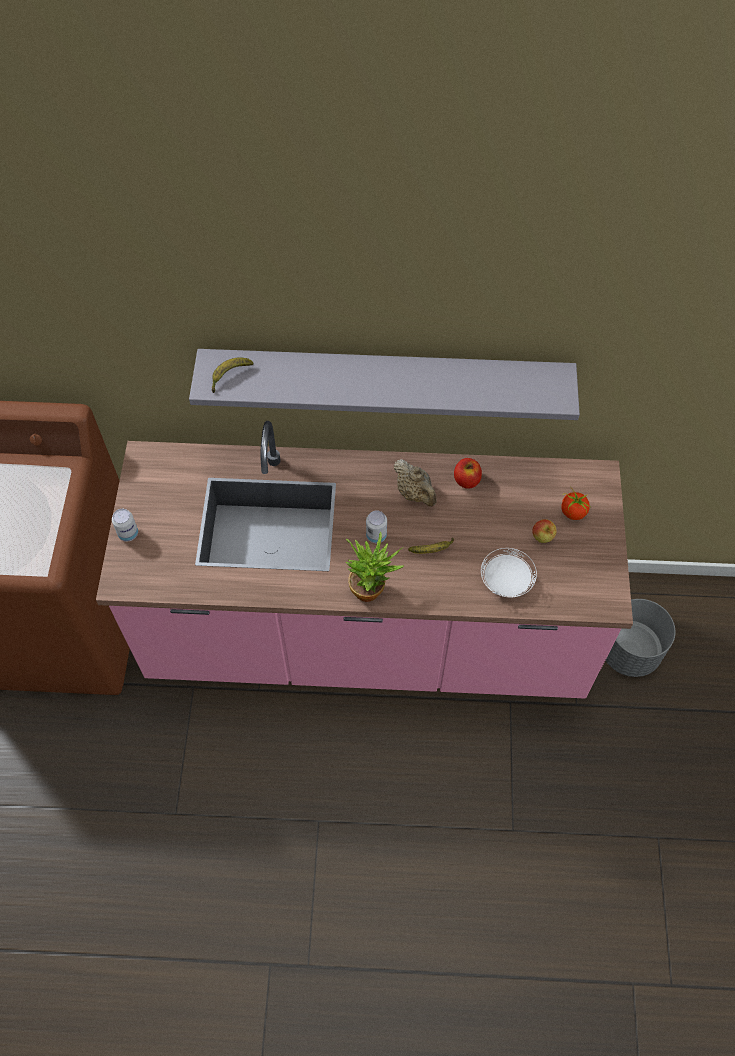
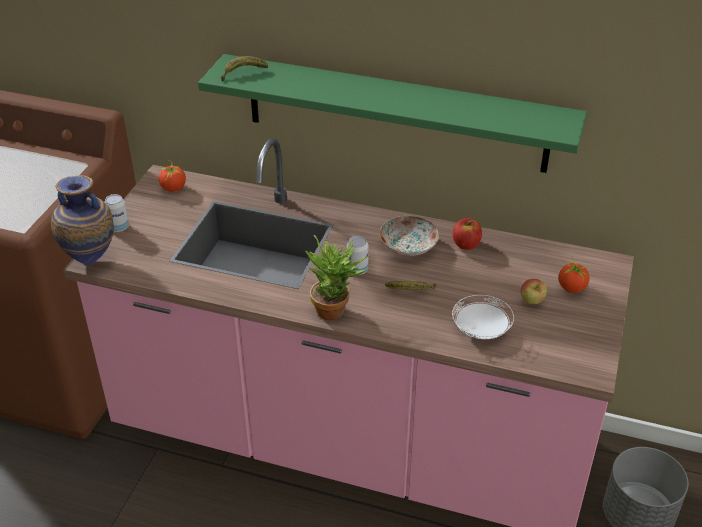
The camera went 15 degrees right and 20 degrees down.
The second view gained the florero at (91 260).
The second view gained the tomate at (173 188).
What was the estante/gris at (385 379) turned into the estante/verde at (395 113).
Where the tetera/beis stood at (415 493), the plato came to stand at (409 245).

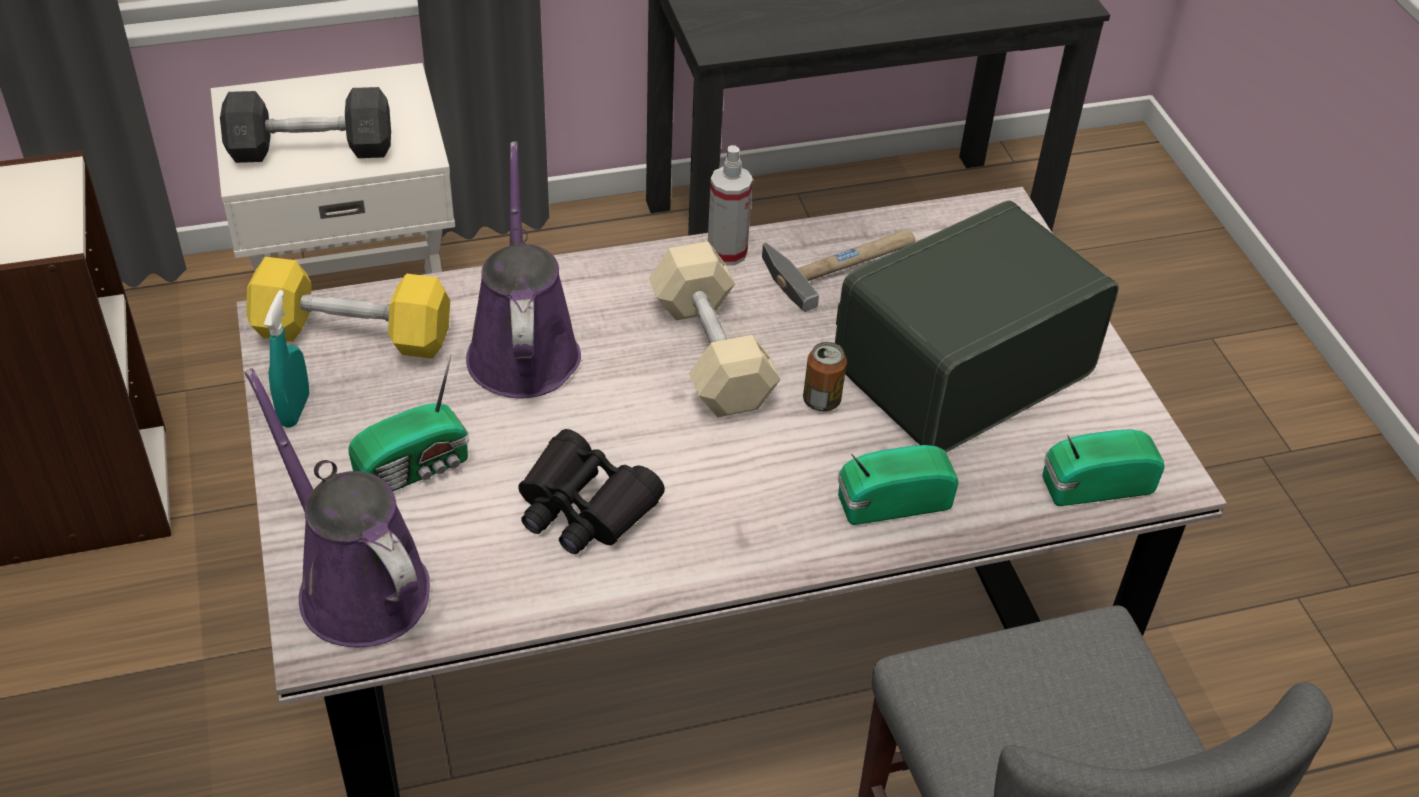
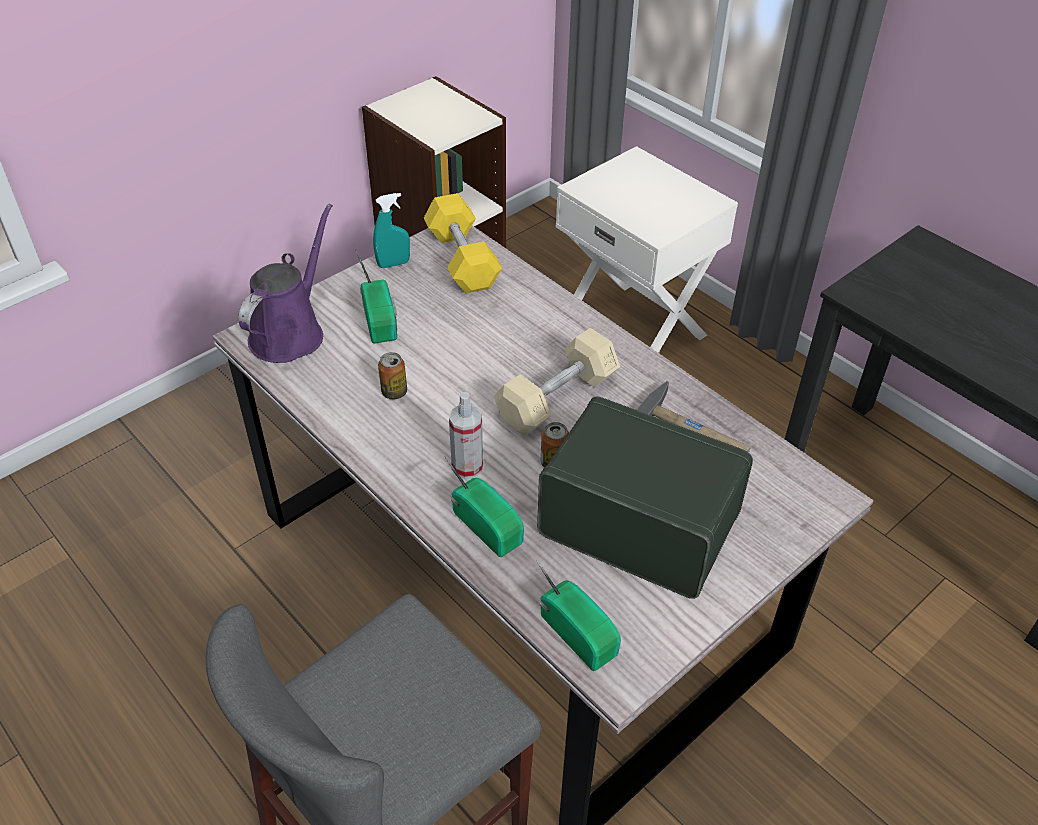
The camera went 65 degrees right and 0 degrees up.
The radio at (416 468) ended up facing another way, 135 degrees counterclockwise from before.
Where the prismáticos/negro stood at (584 507), the lata came to stand at (394 392).
The pulverizador ended up elsewhere, having gone from (727 252) to (467 467).
The second view lost the mancuerna/gris at (311 149).
The second view lost the regadera/morado at (523 348).

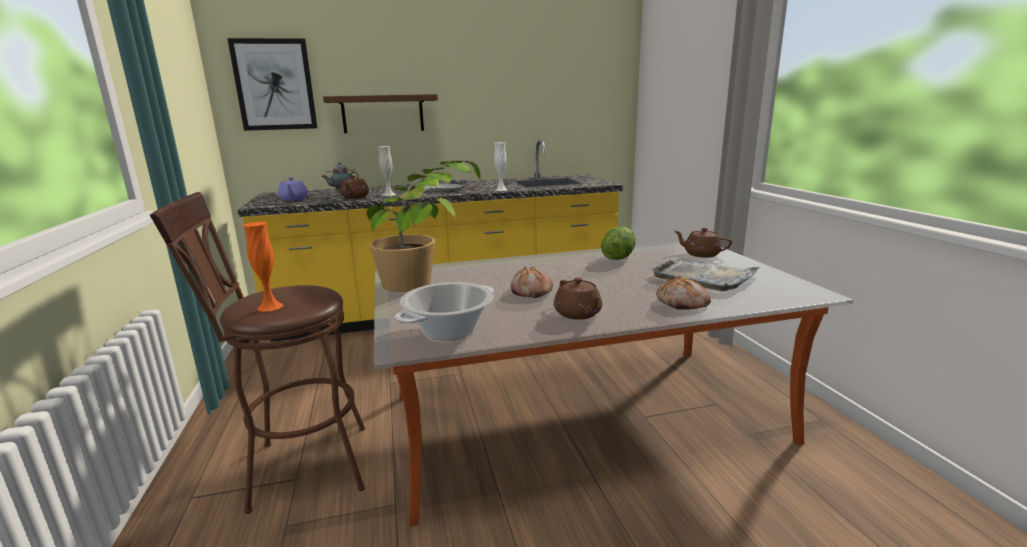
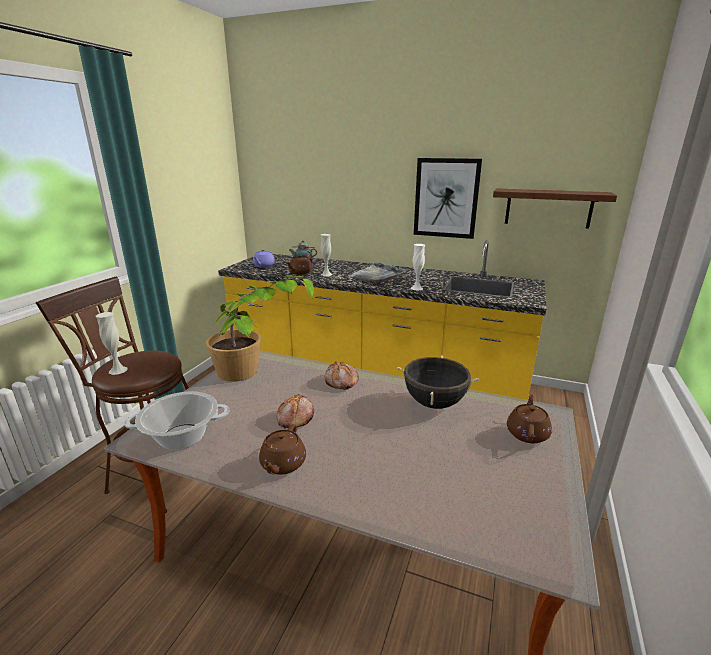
The camera went 35 degrees right and 5 degrees up.
What was the florero/naranja at (270 307) turned into the florero/blanco at (118 370).
The pan ended up elsewhere, having gone from (683 303) to (340 382).
Where the lechuga stood at (618 257), the olla/negro came to stand at (434 403).
The cuadro ended up elsewhere, having gone from (274 85) to (446 198).
The estante/marrón ended up elsewhere, having gone from (383 114) to (548 208).
The tetera/marrón at (701 254) ended up facing another way, 45 degrees clockwise from before.
The second view lost the bandeja/gris at (704 277).

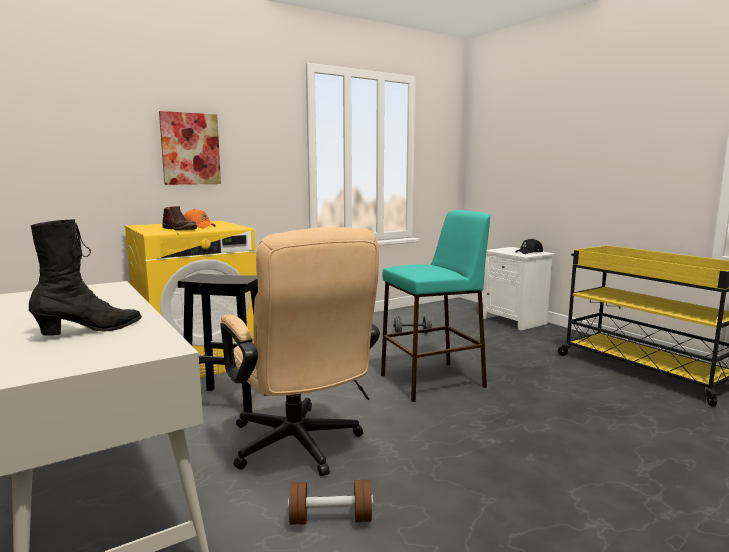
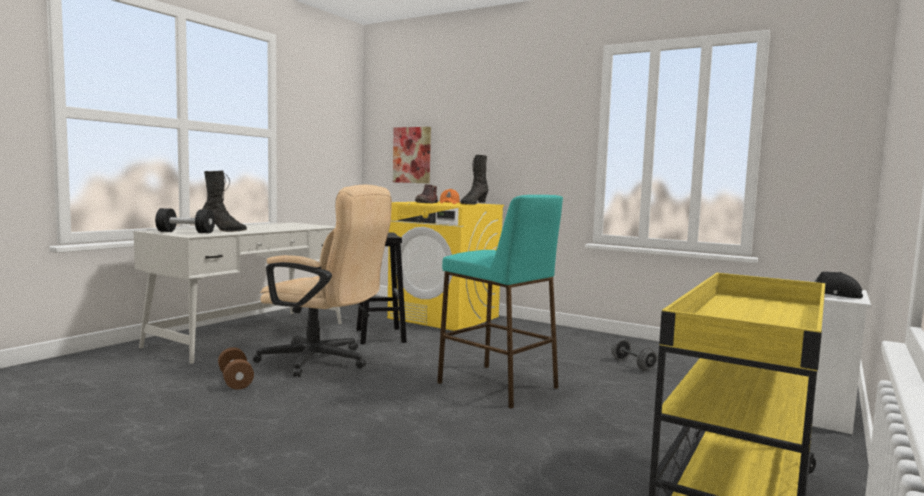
The camera went 65 degrees right and 5 degrees down.
The second view gained the mancuerna/negro at (185 232).
The silla de oficina/beis at (300 448) ended up facing another way, 105 degrees counterclockwise from before.
The cuadro ended up elsewhere, having gone from (190 149) to (412 155).
The second view gained the bota/negro at (473 204).

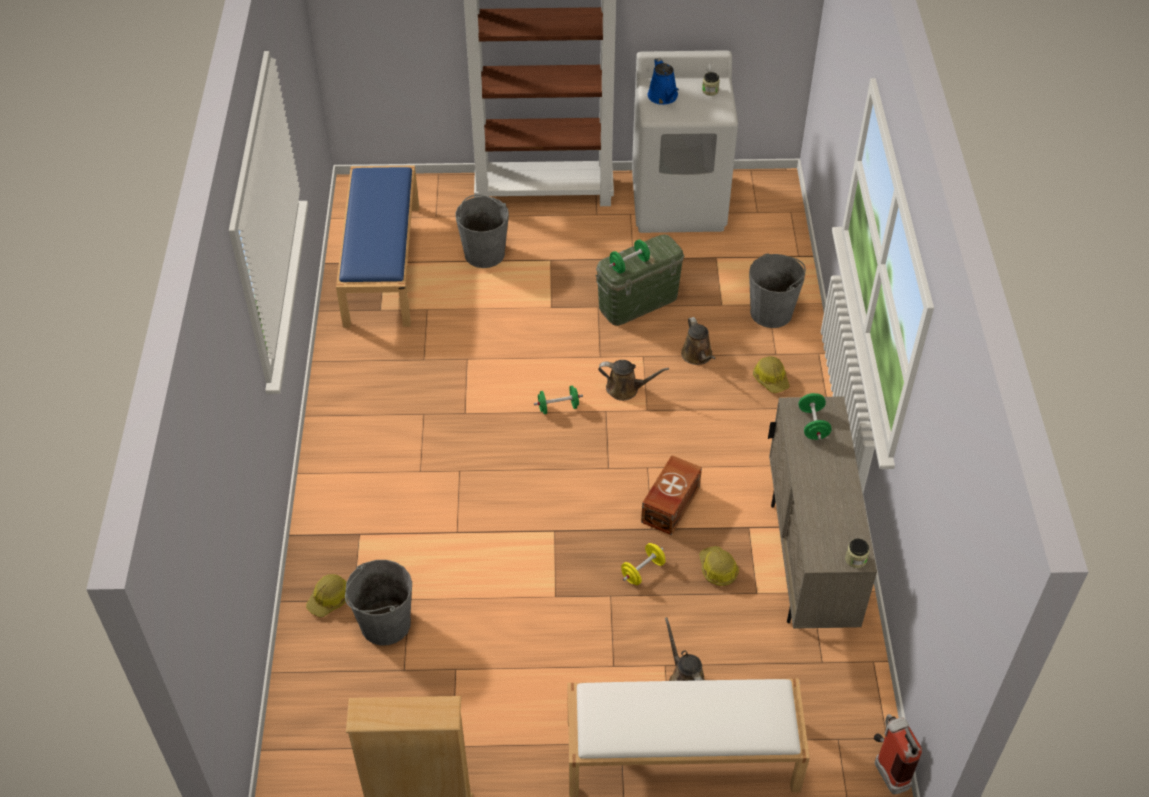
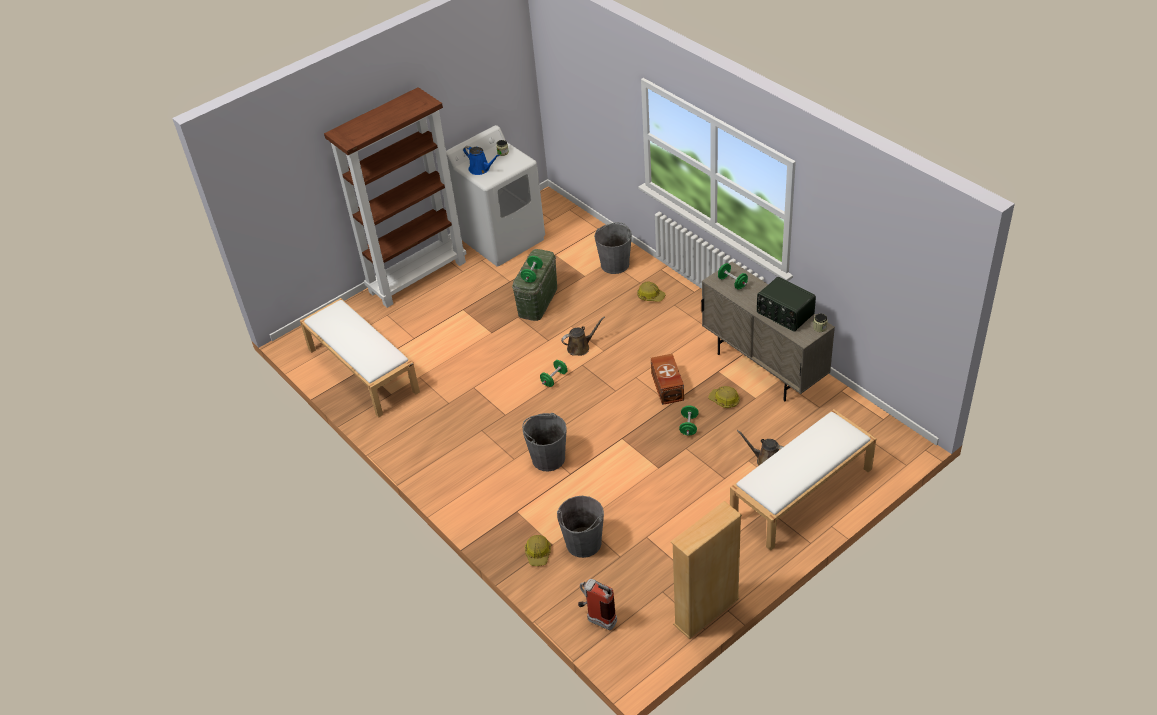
The camera went 35 degrees left and 5 degrees down.
What was the banco/azul at (381 263) turned into the banco/blanco at (362 370).
The cubo/gris ended up elsewhere, having gone from (484 253) to (548 458).
The extintor ended up elsewhere, having gone from (887 768) to (597 619).
What was the mancuerna/amarillo at (642 571) turned into the mancuerna/verde at (689 426).
The second view gained the radio at (784 314).
The second view lost the regadera/marrón at (698 356).

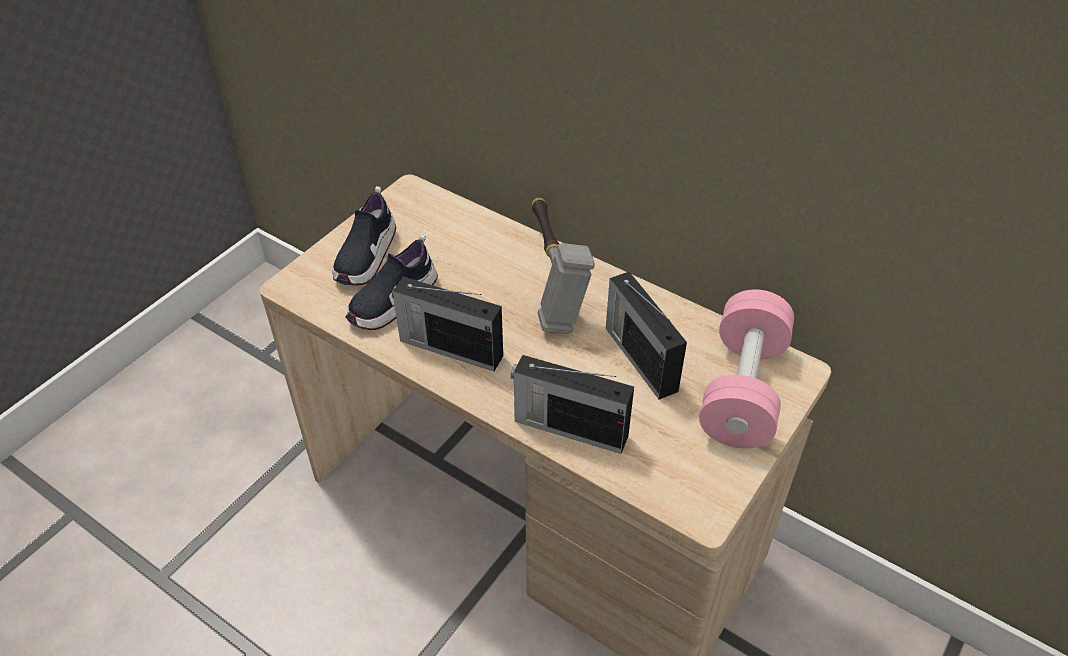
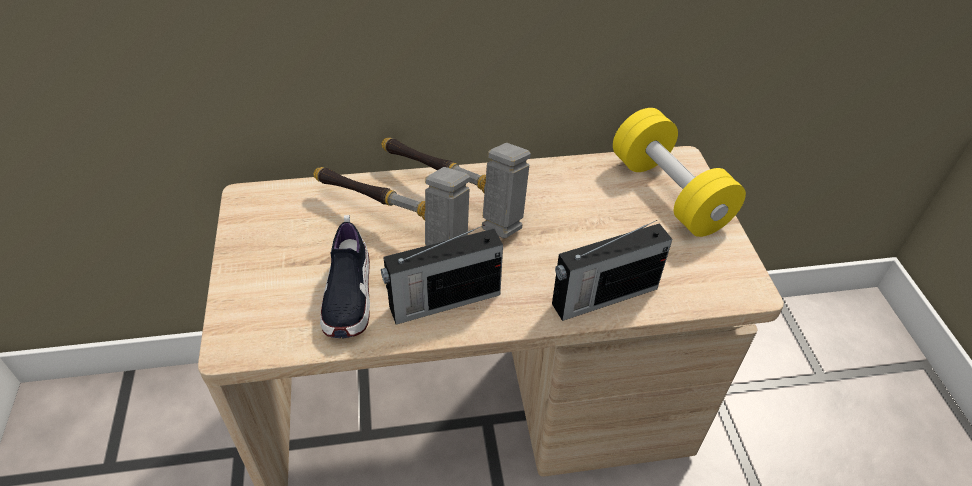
The camera went 45 degrees left and 0 degrees up.
The second view gained the martillo at (394 226).
What was the mancuerna/rosa at (742 390) turned into the mancuerna/amarillo at (669 193).
The second view lost the zapato at (366 257).
The second view lost the radio at (640 357).

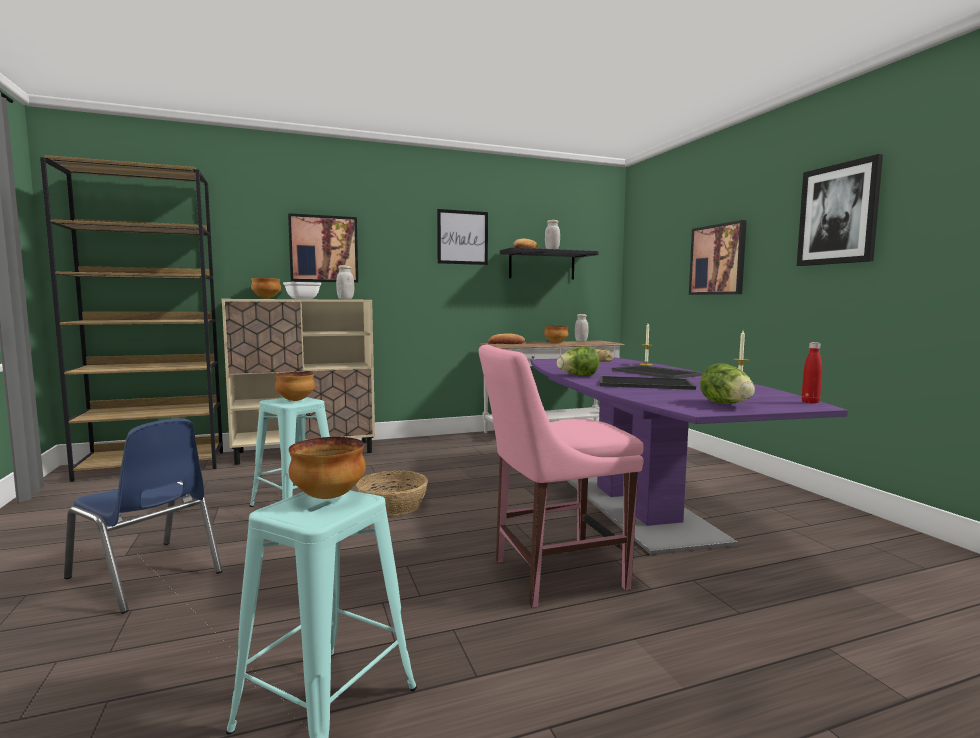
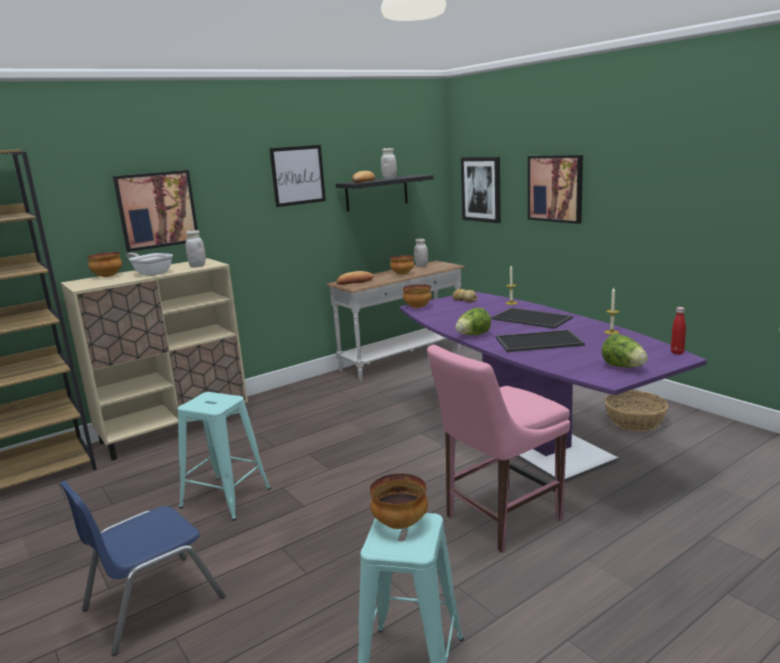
The camera went 15 degrees left and 10 degrees up.
The silla/azul at (146 575) ended up facing another way, 120 degrees clockwise from before.
The cuenco ended up elsewhere, having gone from (295 400) to (418 307).
The cuadro ended up elsewhere, having gone from (838 214) to (481 189).
The cesta ended up elsewhere, having gone from (393 506) to (635 421).

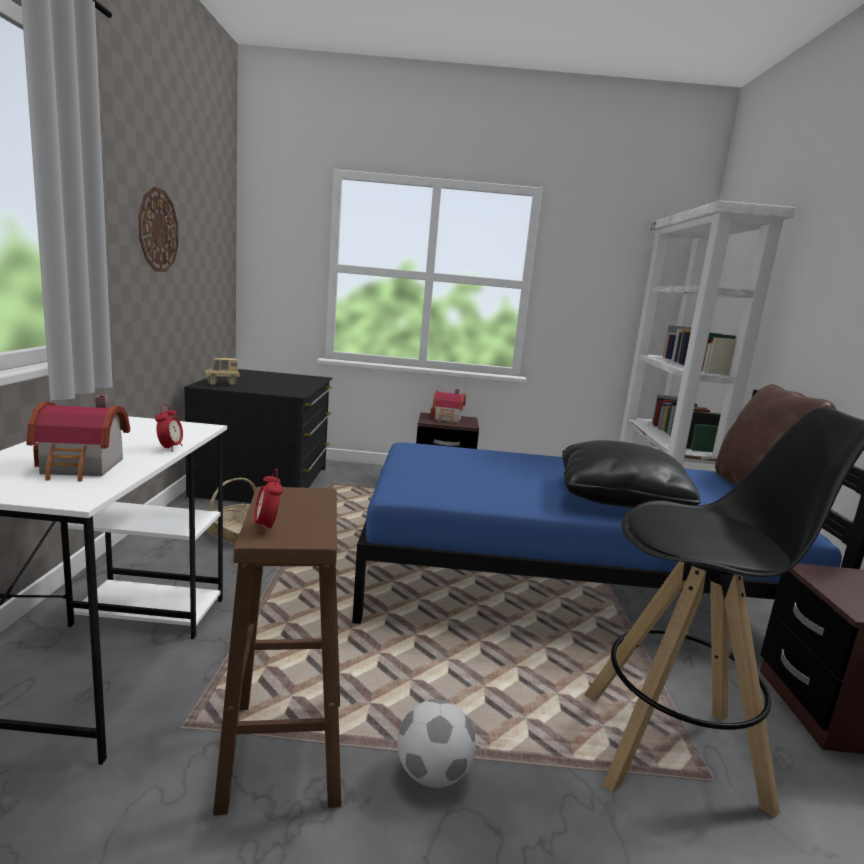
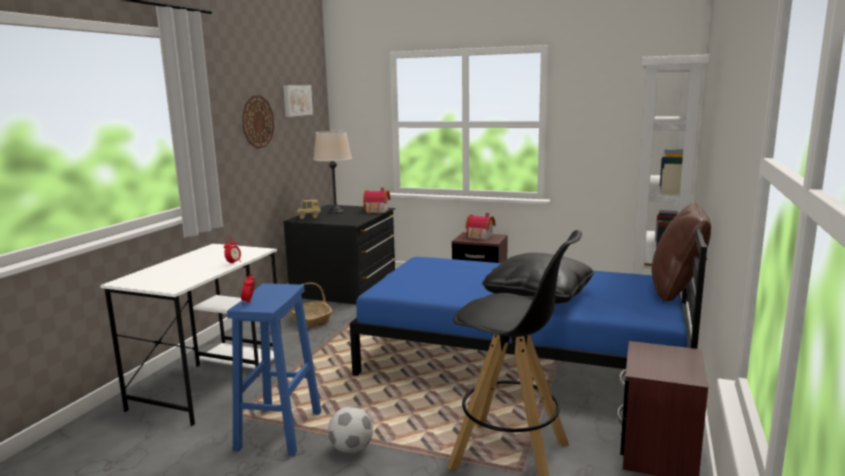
The camera went 20 degrees right and 0 degrees up.
What was the taburete/marrón at (285 753) turned into the taburete/azul at (279 431).
The second view gained the cuadro at (296 100).
The second view gained the lámpara de mesa/beis at (335 211).
The casita ended up elsewhere, having gone from (83 467) to (377 211).

